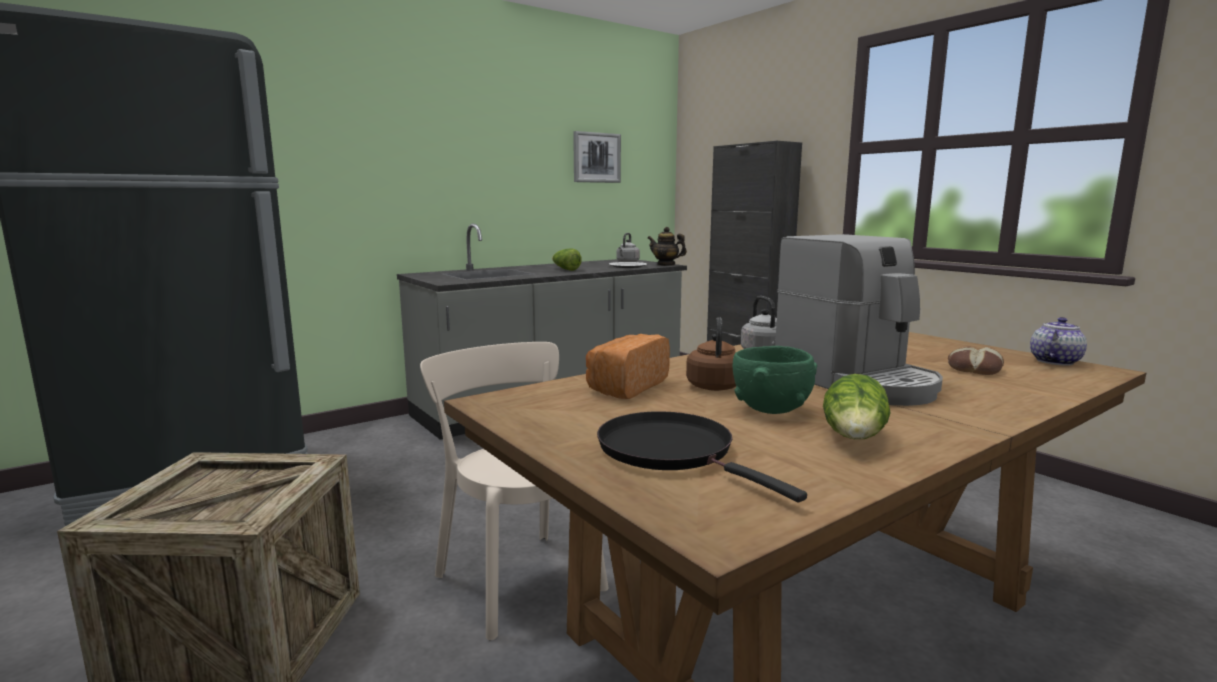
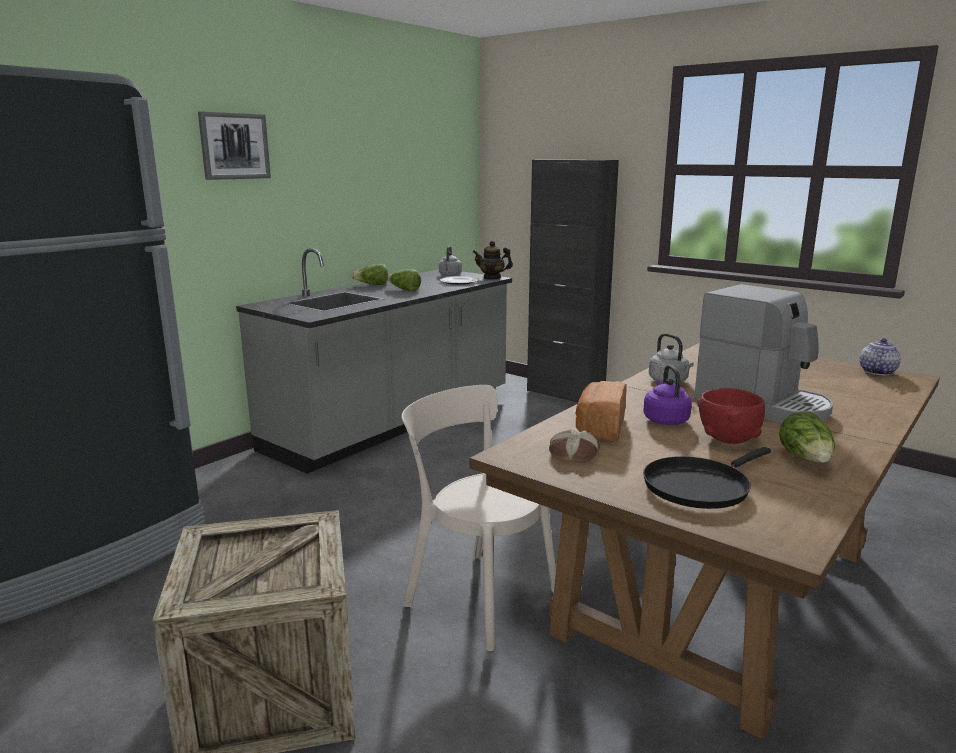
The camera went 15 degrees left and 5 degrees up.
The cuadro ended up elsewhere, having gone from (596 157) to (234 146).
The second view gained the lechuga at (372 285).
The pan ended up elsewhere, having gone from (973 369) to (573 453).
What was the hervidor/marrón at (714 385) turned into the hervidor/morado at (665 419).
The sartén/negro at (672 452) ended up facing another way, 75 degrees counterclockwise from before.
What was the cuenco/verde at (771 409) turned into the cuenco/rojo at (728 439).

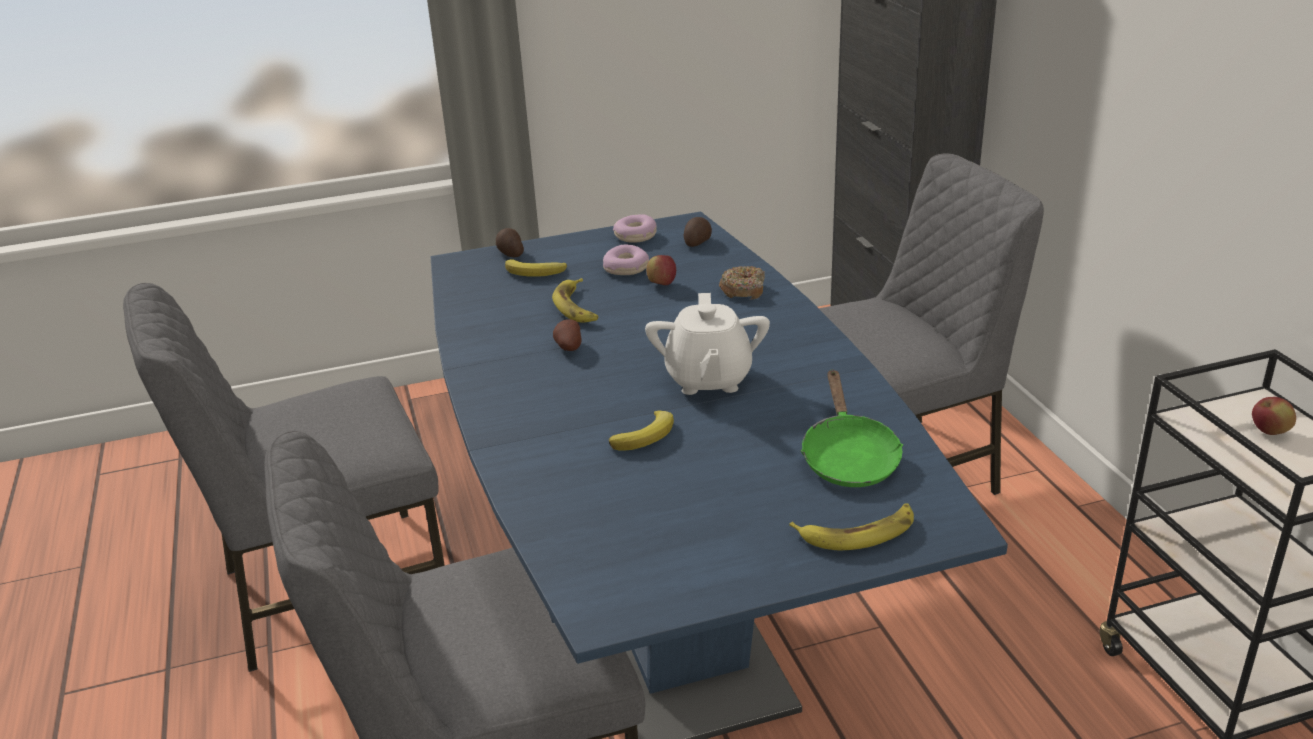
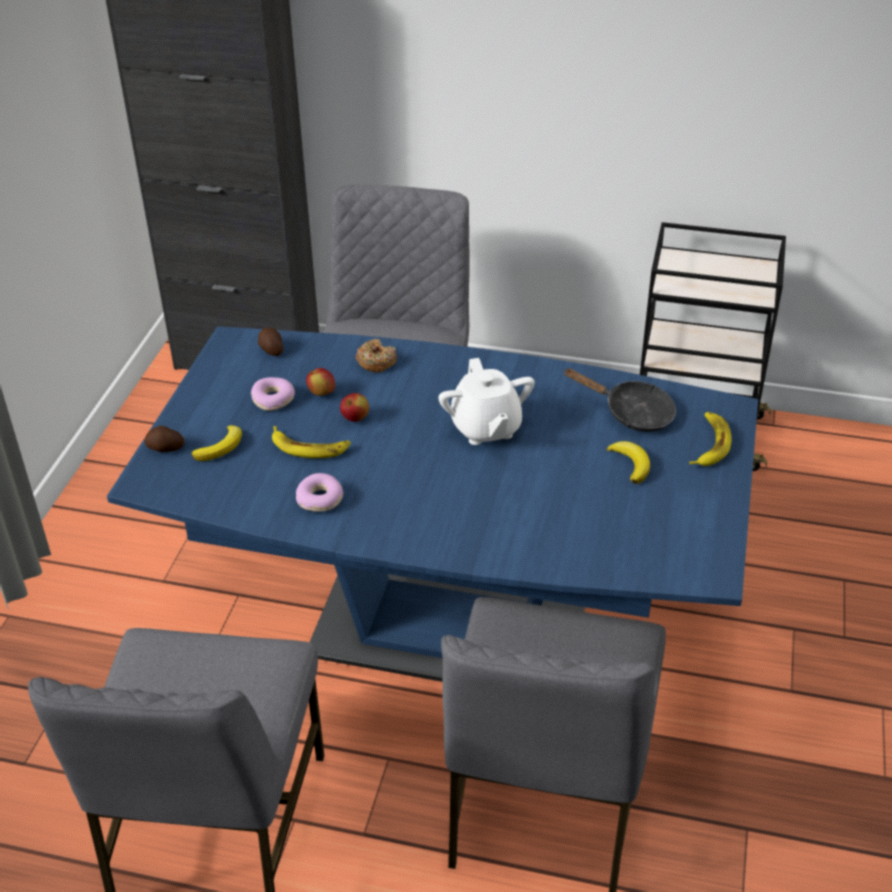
The camera went 60 degrees left and 10 degrees up.
The rosquilla ended up elsewhere, having gone from (635 236) to (320 499).
The manzana ended up elsewhere, having gone from (1269 432) to (355 418).
The tetera/blanco at (708 379) ended up facing another way, 45 degrees clockwise from before.
What was the sartén/verde at (848 457) turned into the sartén/negro at (631 413).
The plátano ended up elsewhere, having gone from (646 436) to (631 464).
The second view lost the patata at (568 347).

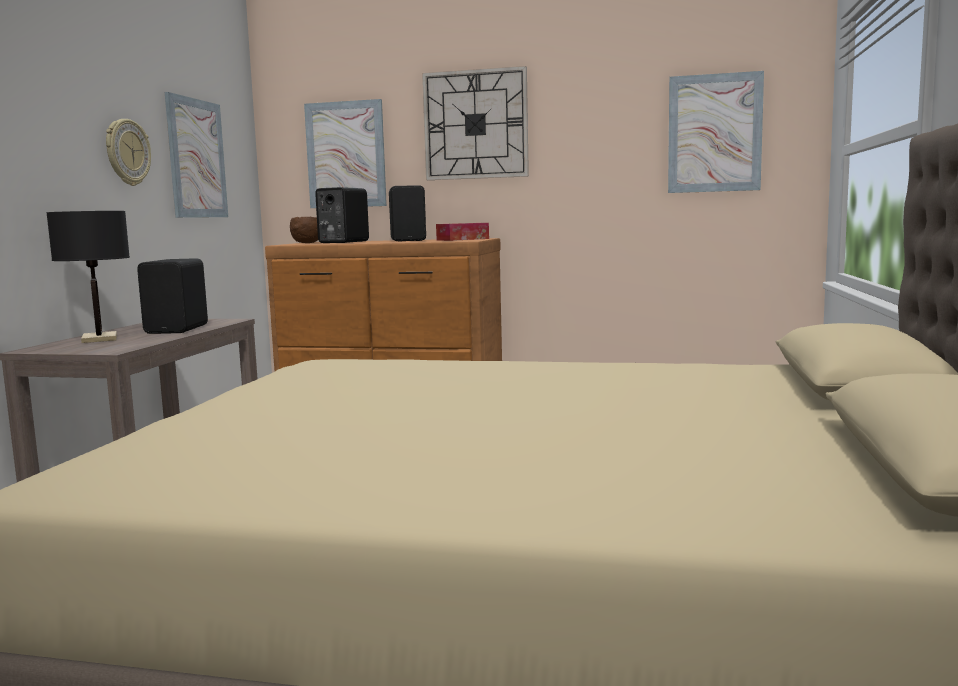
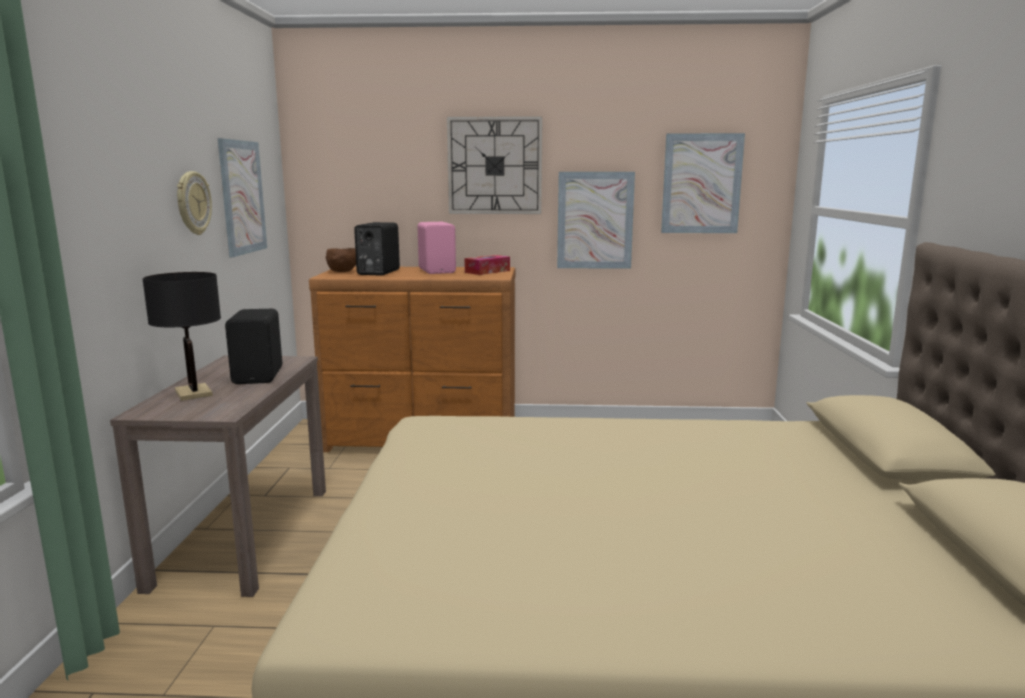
The camera went 10 degrees left and 5 degrees up.
What was the altavoz/negro at (409 240) turned into the altavoz/rosa at (438 271).
The cuadro ended up elsewhere, having gone from (346 155) to (595 220).

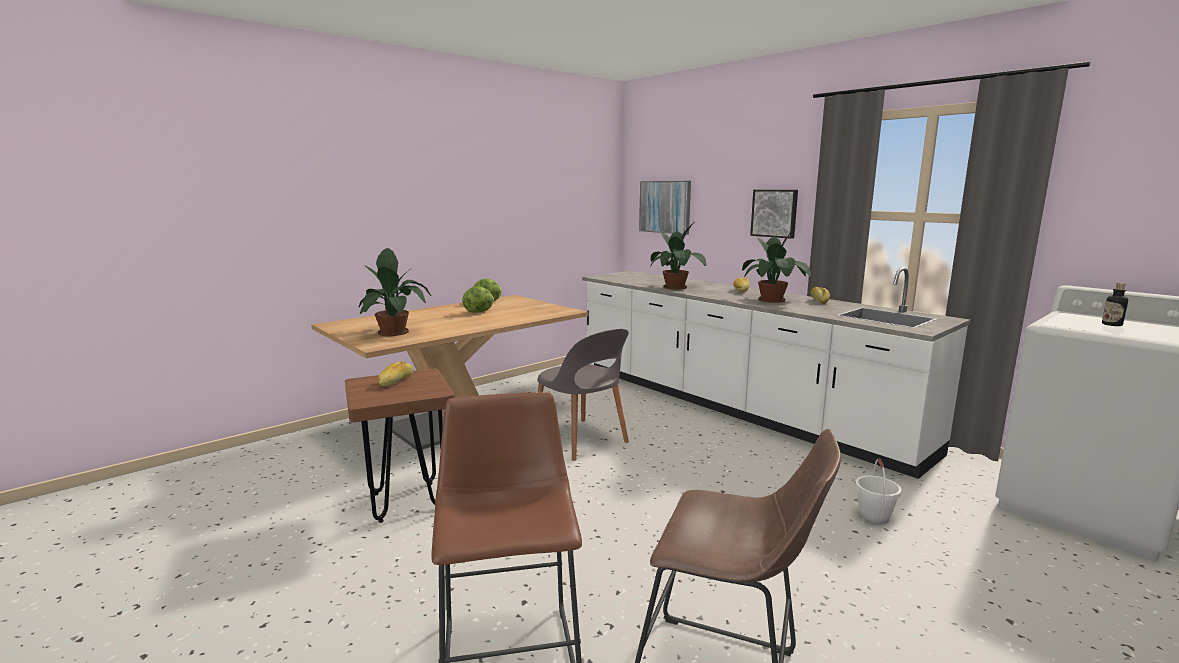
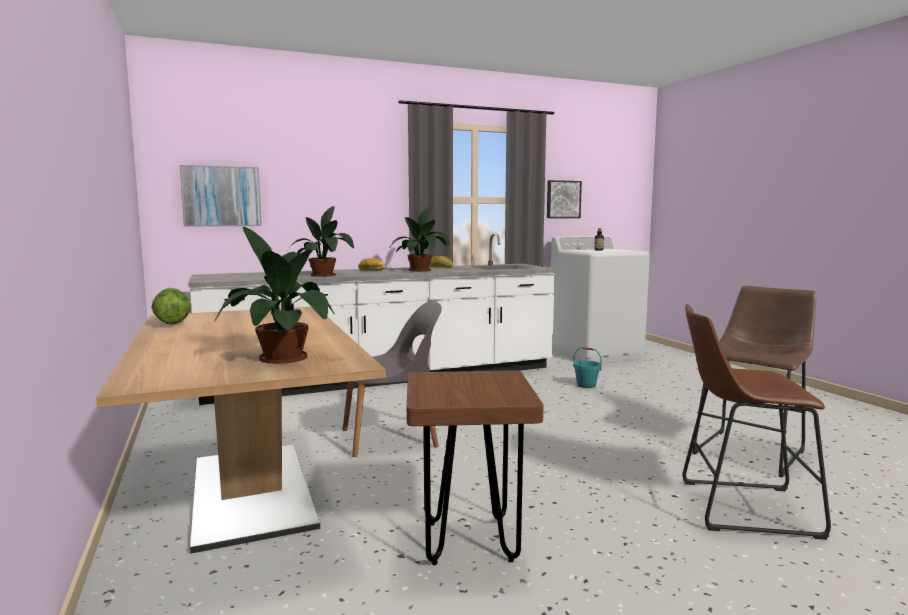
The camera went 70 degrees left and 5 degrees down.
The cuadro ended up elsewhere, having gone from (774 213) to (563 199).
What was the cubo/blanco at (874 516) turned into the cubo/turquesa at (586 385).
The second view lost the pan at (396 381).
The second view lost the lechuga at (479 312).

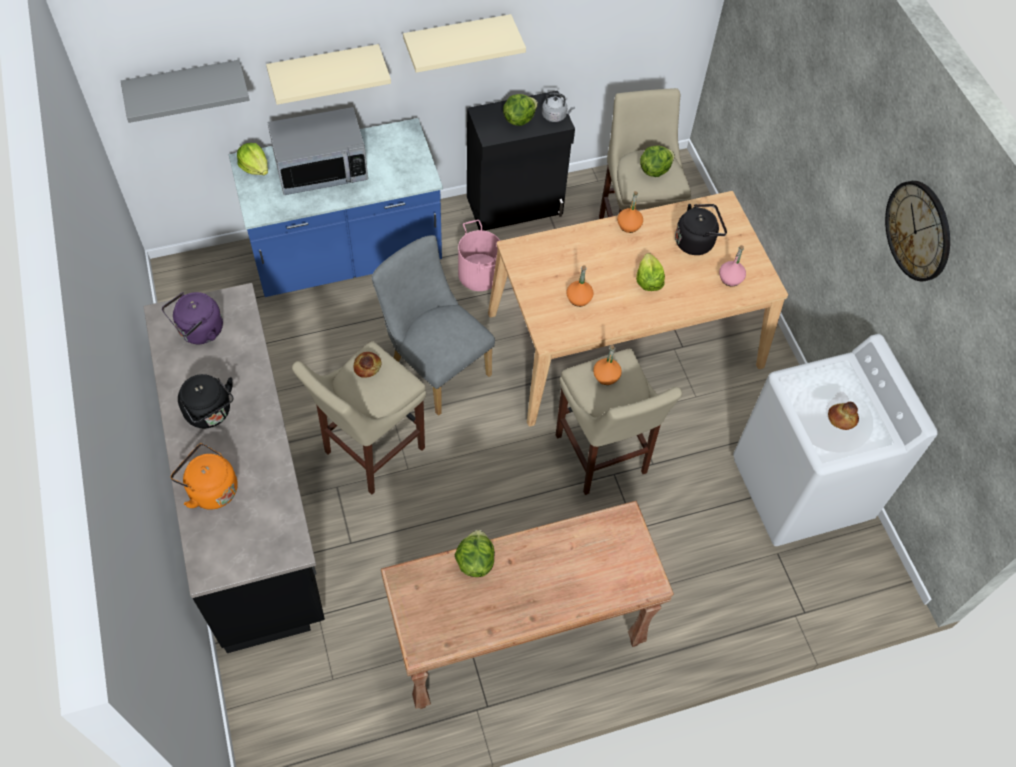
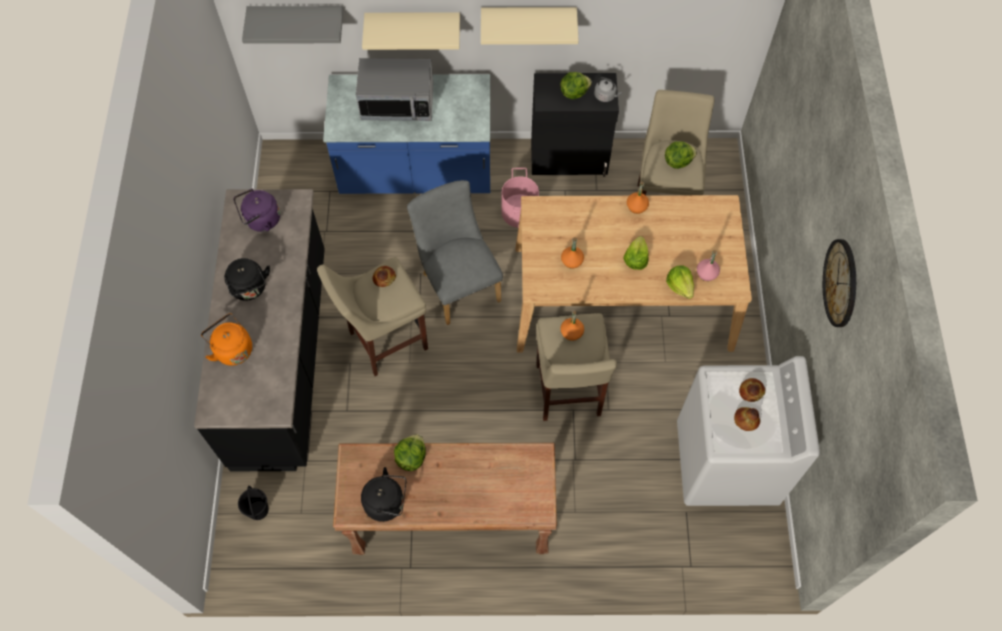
The camera went 20 degrees right and 5 degrees up.
The second view gained the cubo/negro at (258 509).
The hervidor/negro ended up elsewhere, having gone from (696 241) to (387 503).
The lechuga ended up elsewhere, having gone from (255 167) to (680 286).
The second view gained the pan at (751 391).

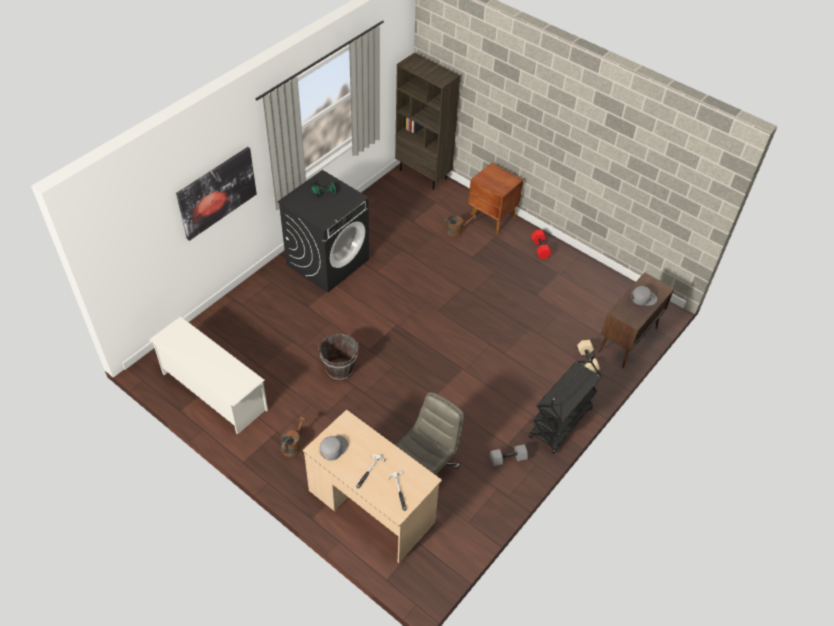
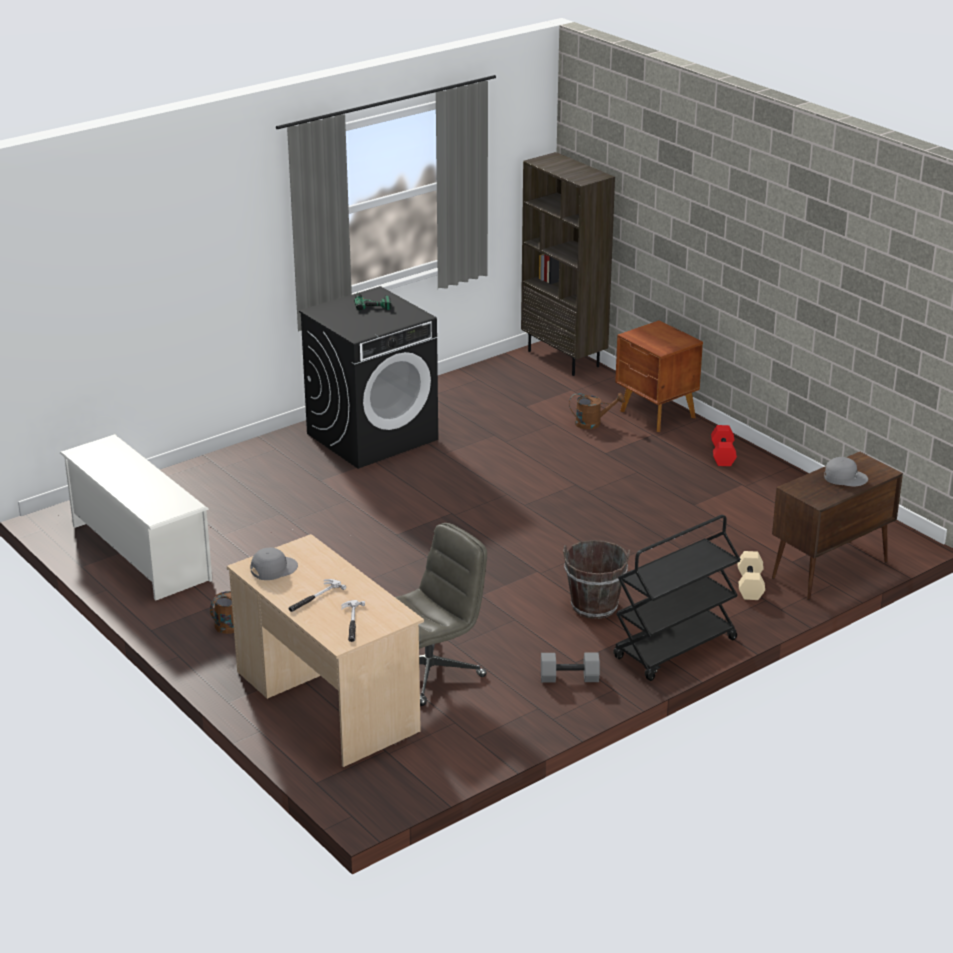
The camera went 15 degrees right and 20 degrees down.
The cubo/marrón ended up elsewhere, having gone from (339 369) to (594 606).
The second view lost the cuadro at (217 192).

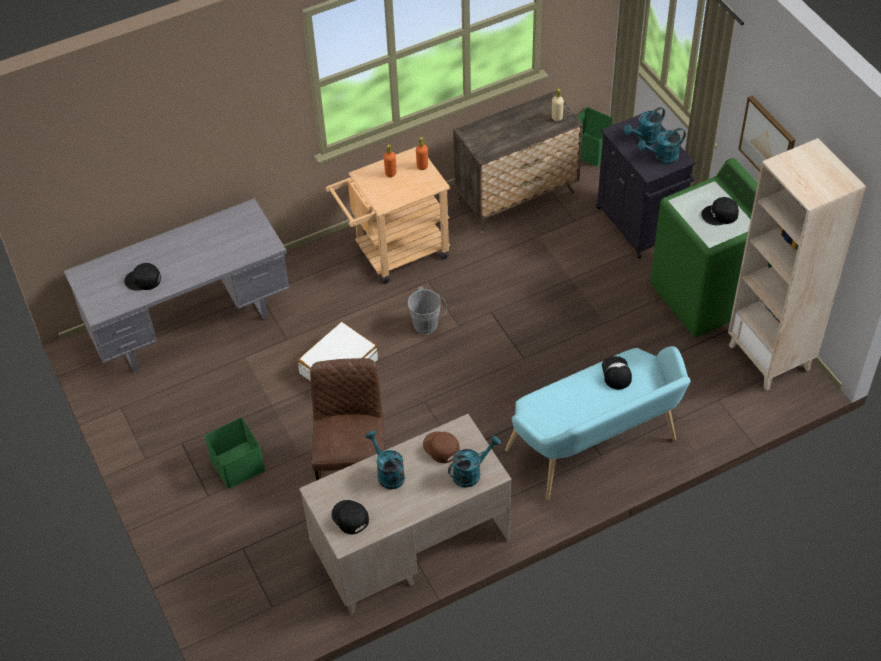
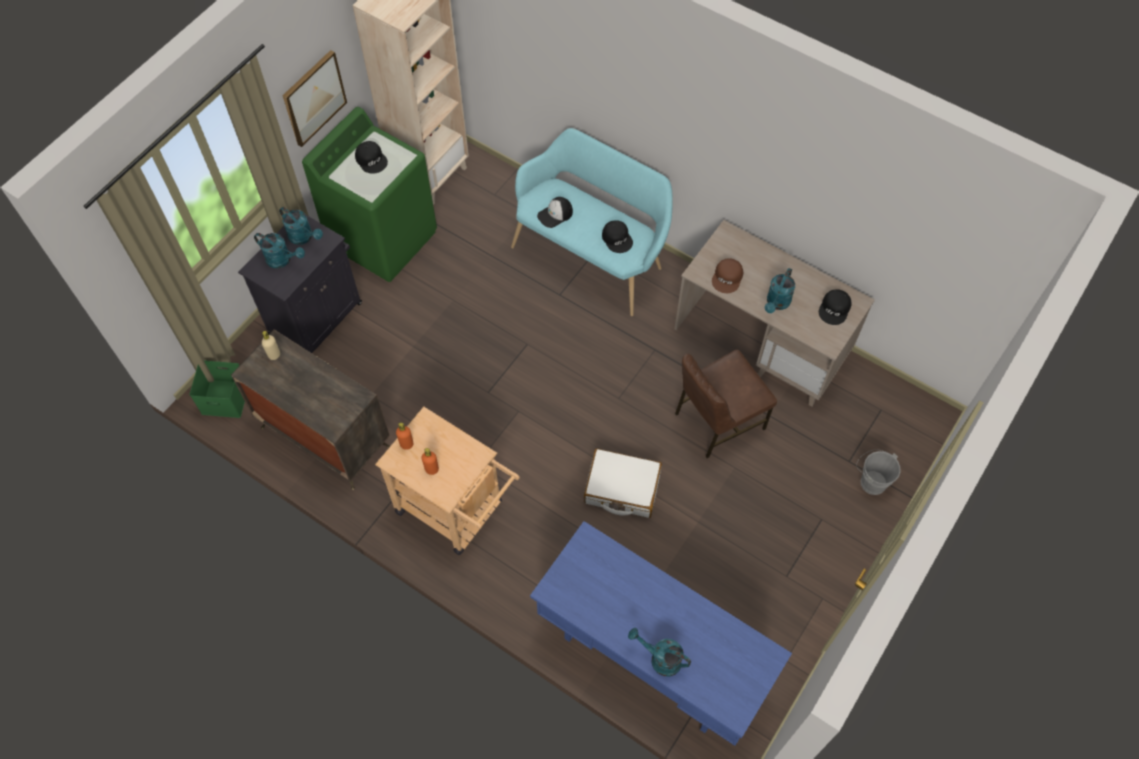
The camera went 120 degrees left and 10 degrees up.
What was the escritorio/gris at (192 323) turned into the escritorio/azul at (650 657).
The gorra/negro ended up elsewhere, having gone from (143 280) to (617 238).
The regadera/turquesa ended up elsewhere, having gone from (471 472) to (660 659).
The cubo/gris ended up elsewhere, having gone from (428 324) to (871 481).
The second view lost the caja de almacenaje/verde at (236 464).

